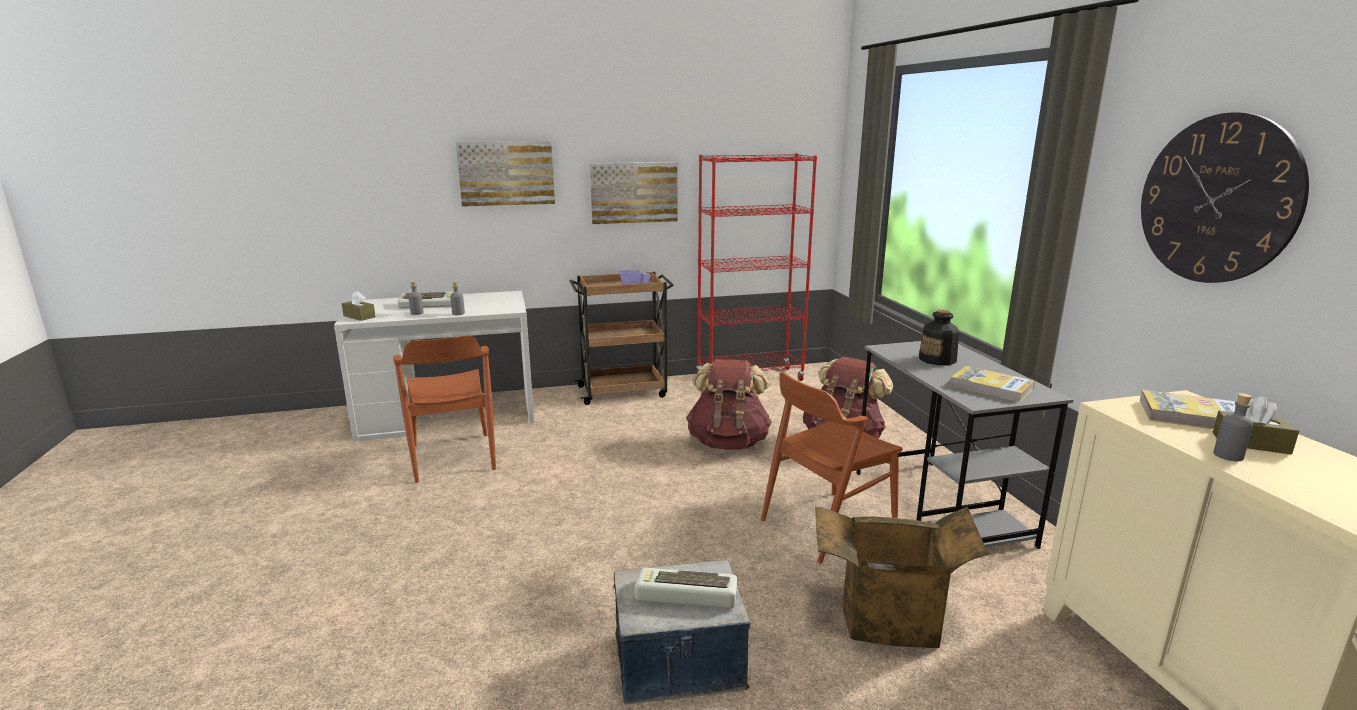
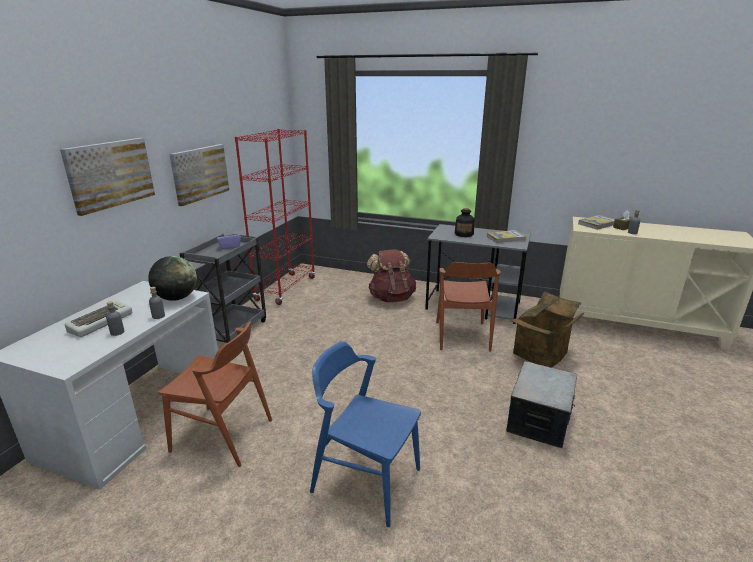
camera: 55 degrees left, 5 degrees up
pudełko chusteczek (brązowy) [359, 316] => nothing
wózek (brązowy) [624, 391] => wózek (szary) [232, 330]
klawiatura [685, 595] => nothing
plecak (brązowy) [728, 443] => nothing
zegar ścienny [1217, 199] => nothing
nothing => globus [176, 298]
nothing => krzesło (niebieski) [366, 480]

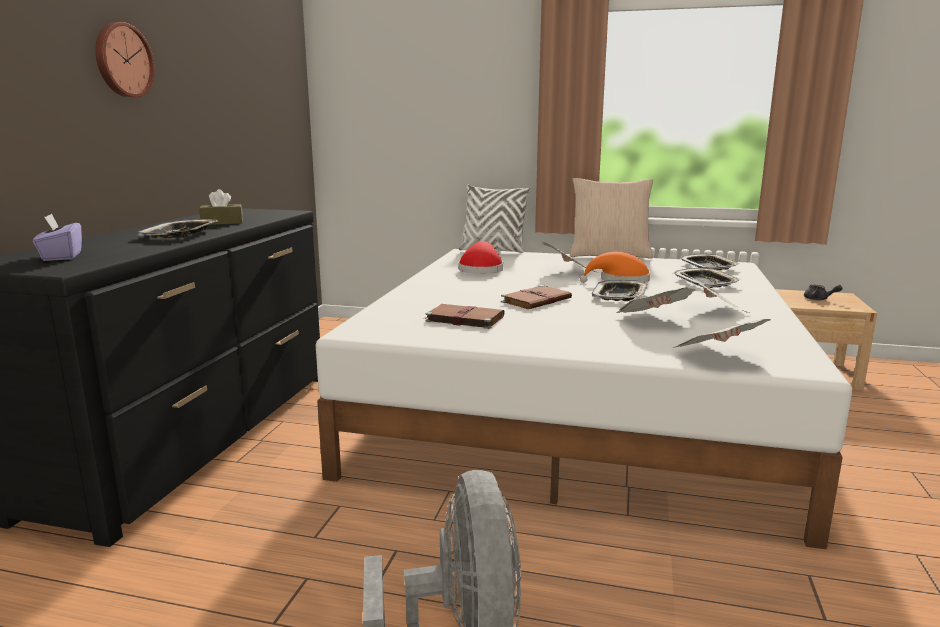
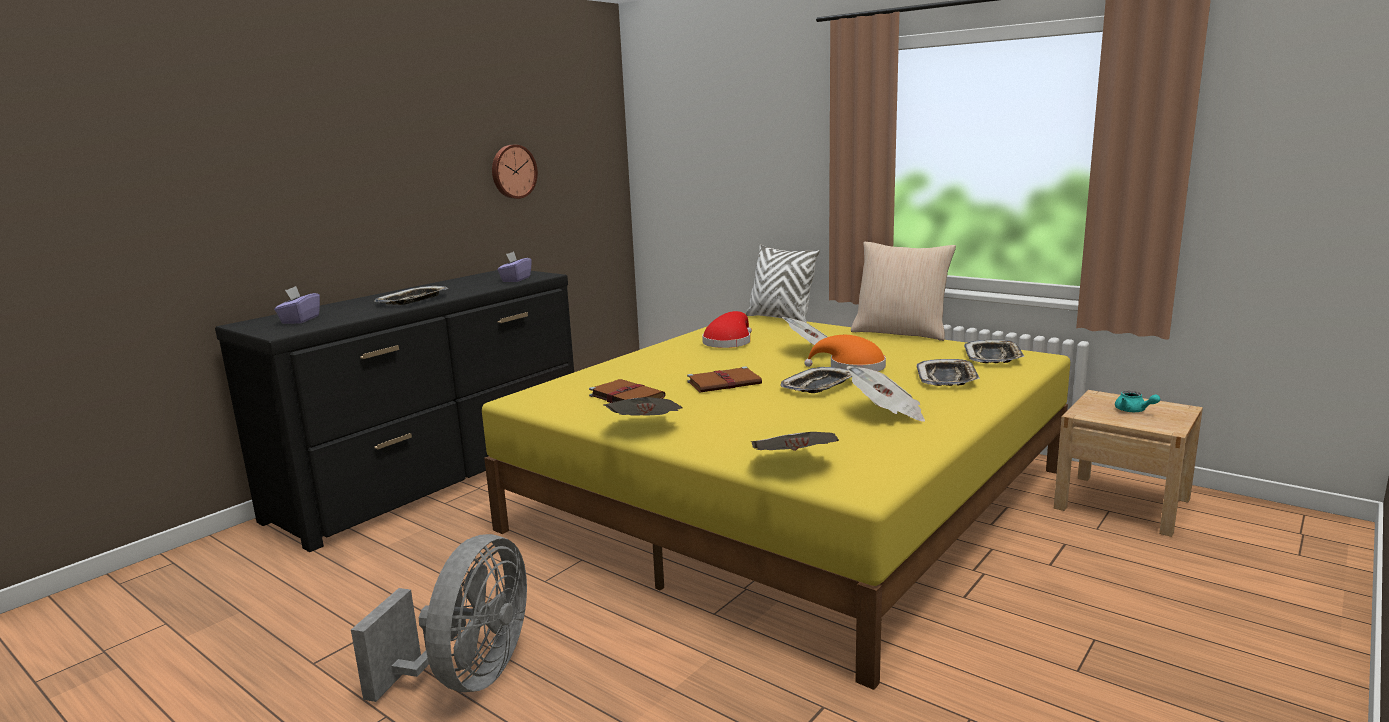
camera: 25 degrees right, 0 degrees up
zegar ścienny [122, 60] => zegar ścienny [513, 171], moved
pudełko chusteczek (brązowy) [222, 222] => nothing
łóżko (biały) [578, 405] => łóżko (żółty) [790, 500]
gazeta [653, 320] => gazeta [645, 428], moved
imbryk (szary) [819, 299] => imbryk (turkusowy) [1133, 411]
nothing => pudełko chusteczek (fioletowy) [515, 279]

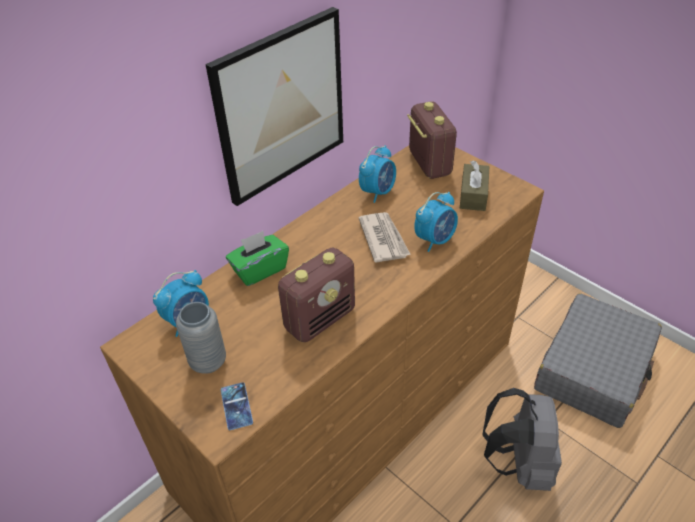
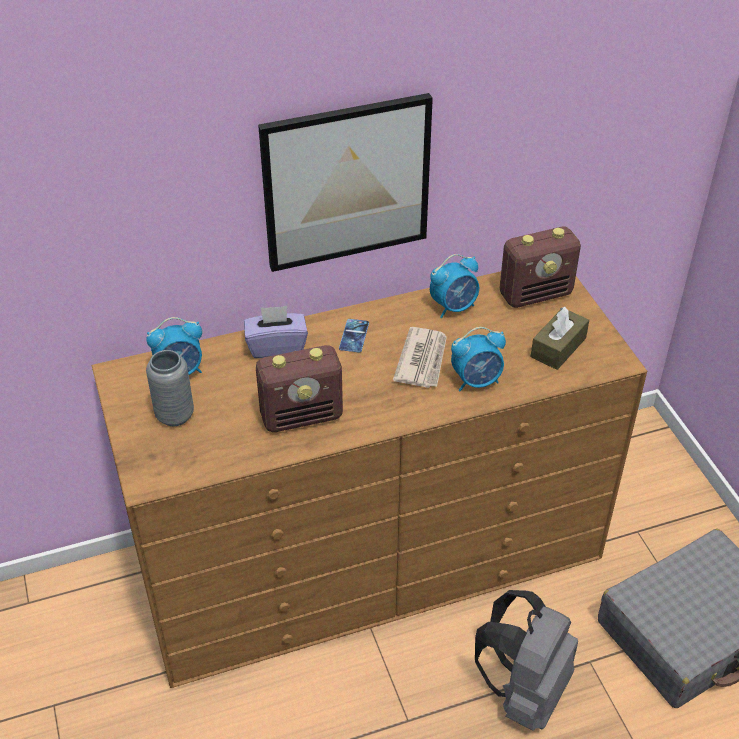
camera: 25 degrees right, 0 degrees up
telefon [236, 406] => telefon [354, 336], moved
pudełko chusteczek (zielony) [259, 270] => pudełko chusteczek (fioletowy) [276, 346]
radio [429, 163] => radio [536, 294], 60 degrees clockwise

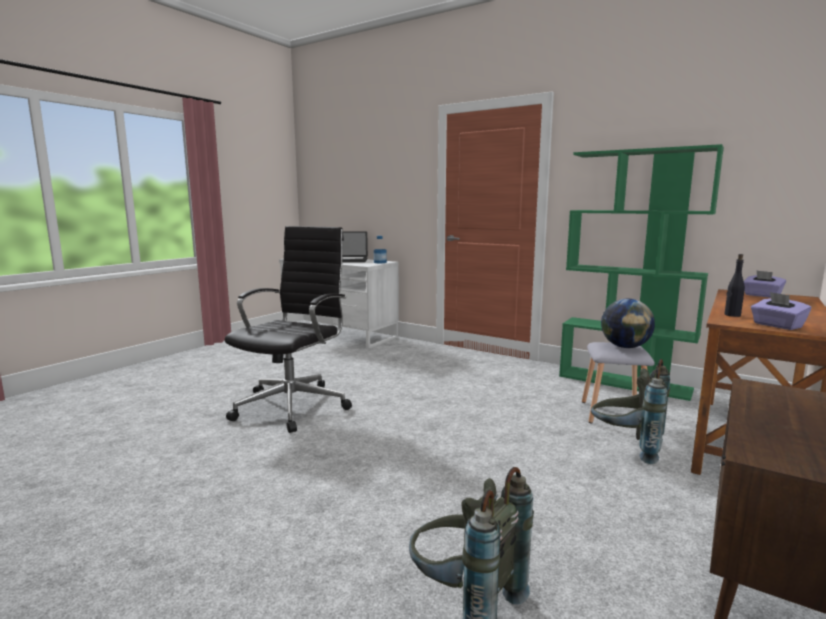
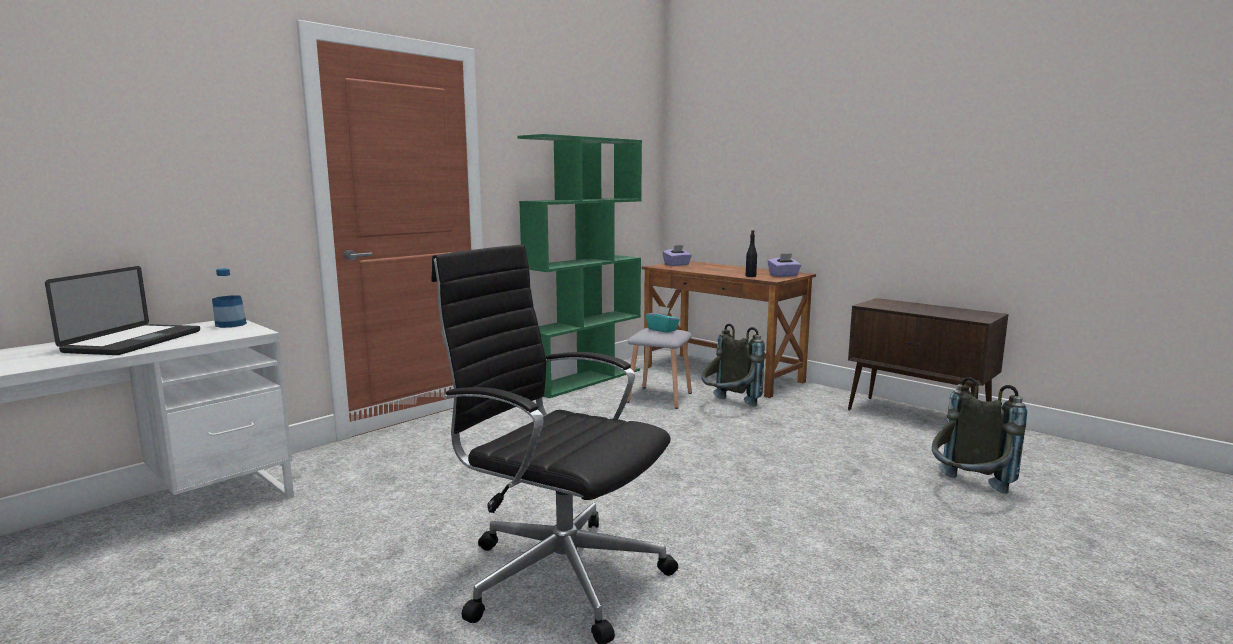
camera: 80 degrees left, 0 degrees up
globus [625, 347] => pudełko chusteczek (turkusowy) [662, 330]

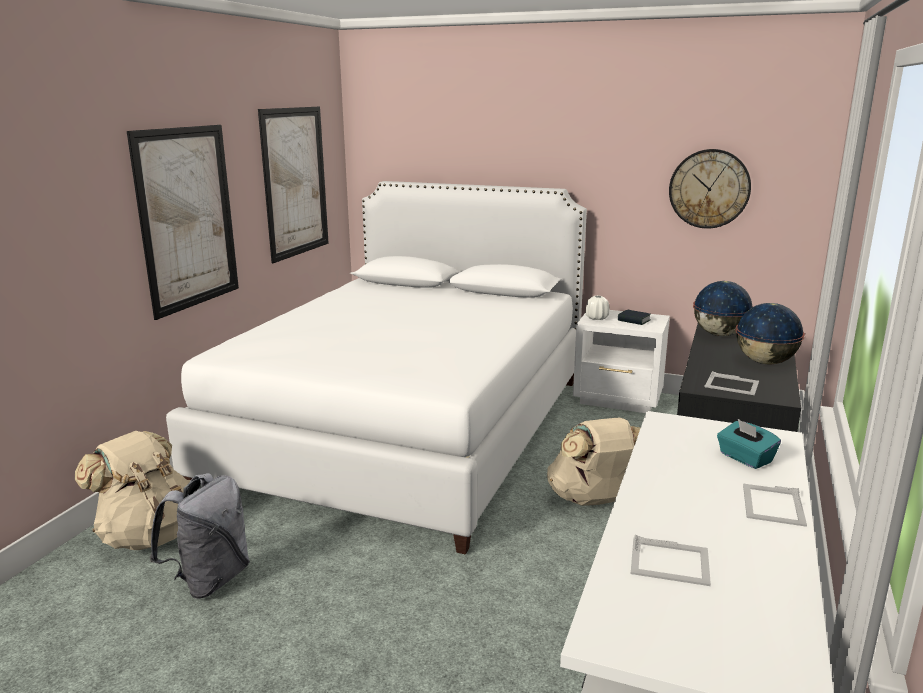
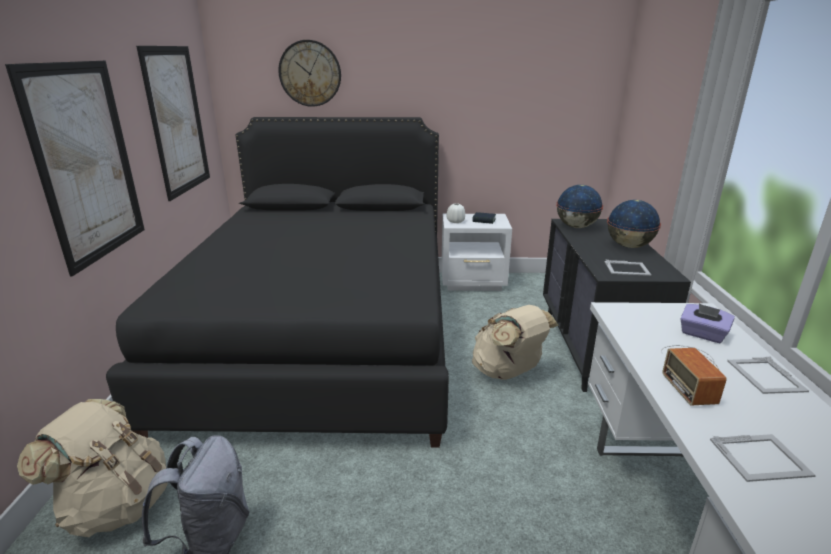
camera: 20 degrees left, 5 degrees up
łóżko (biały) [408, 429] => łóżko (czarny) [324, 335]
zegar ścienny [709, 189] => zegar ścienny [310, 73], moved
pudełko chusteczek (turkusowy) [745, 458] => pudełko chusteczek (fioletowy) [702, 334]
nothing => radio [691, 372]

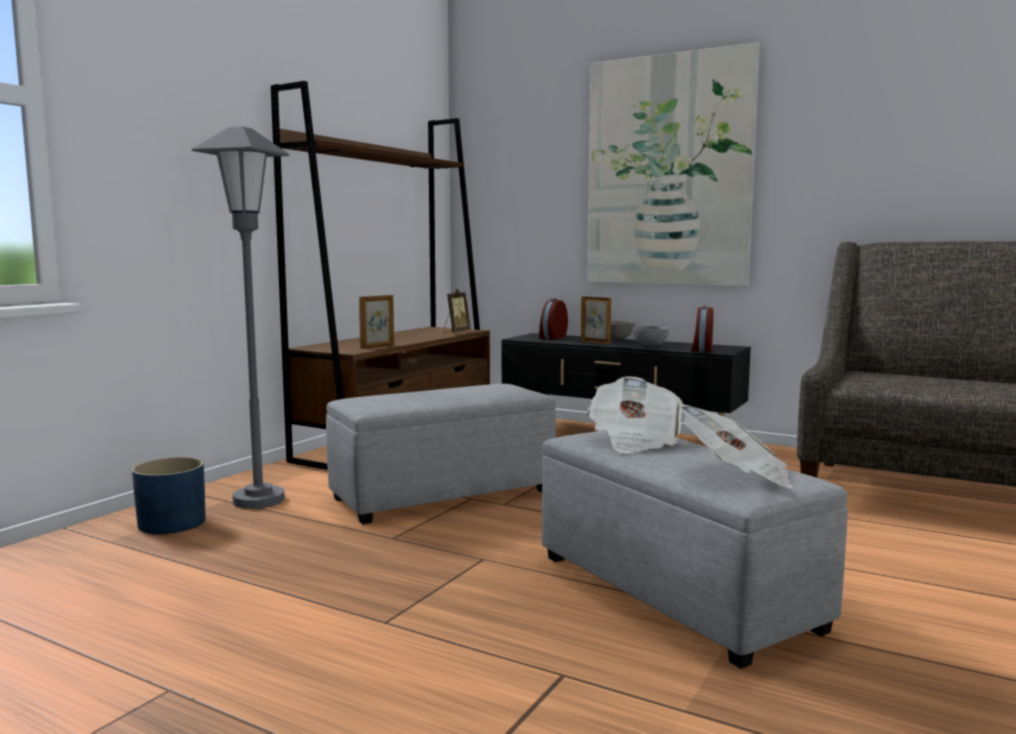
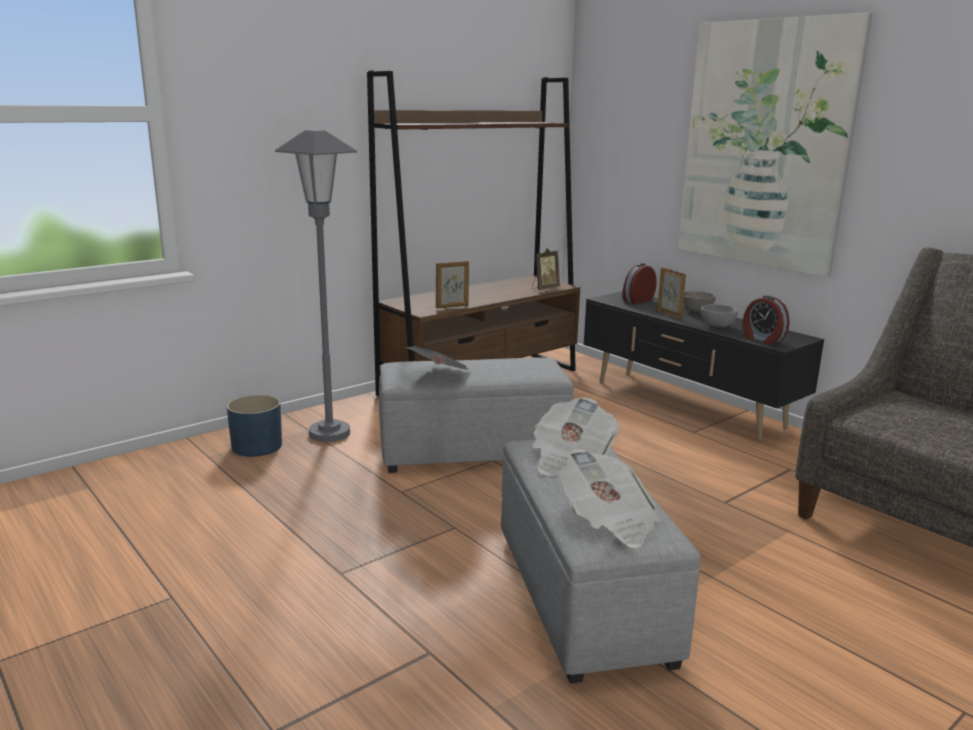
camera: 20 degrees right, 10 degrees up
budzik [701, 350] => budzik [762, 339], 75 degrees counterclockwise
nothing => gazeta [440, 376]

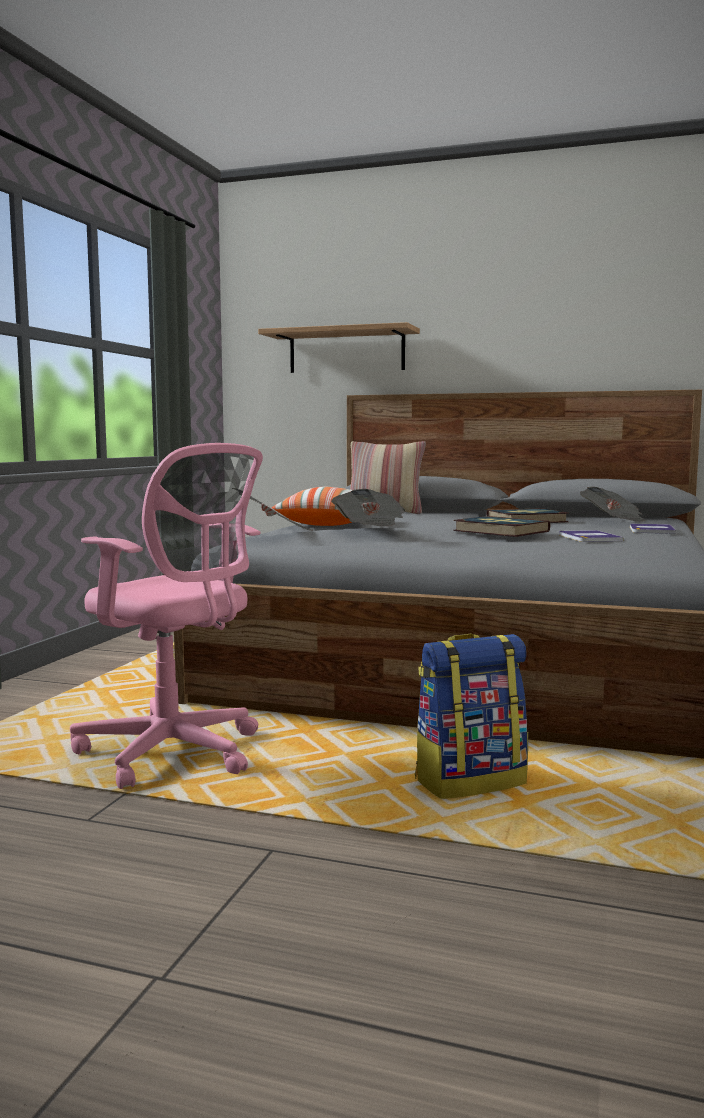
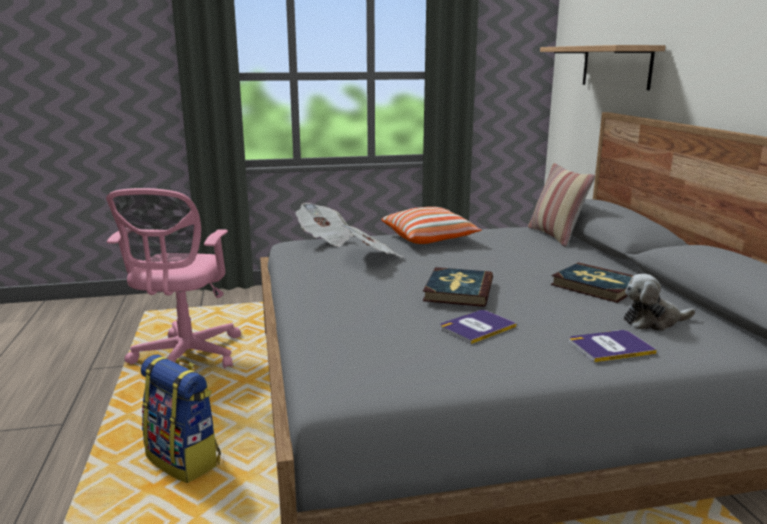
camera: 60 degrees right, 10 degrees up
gazeta [613, 522] => pluszak [653, 321]

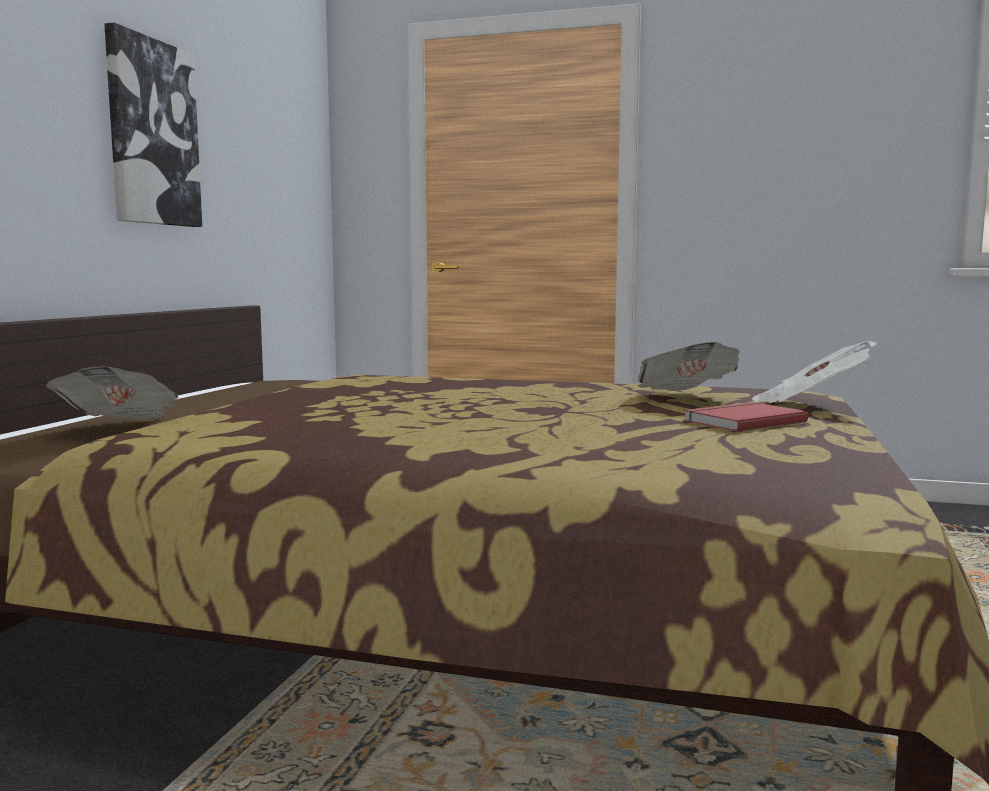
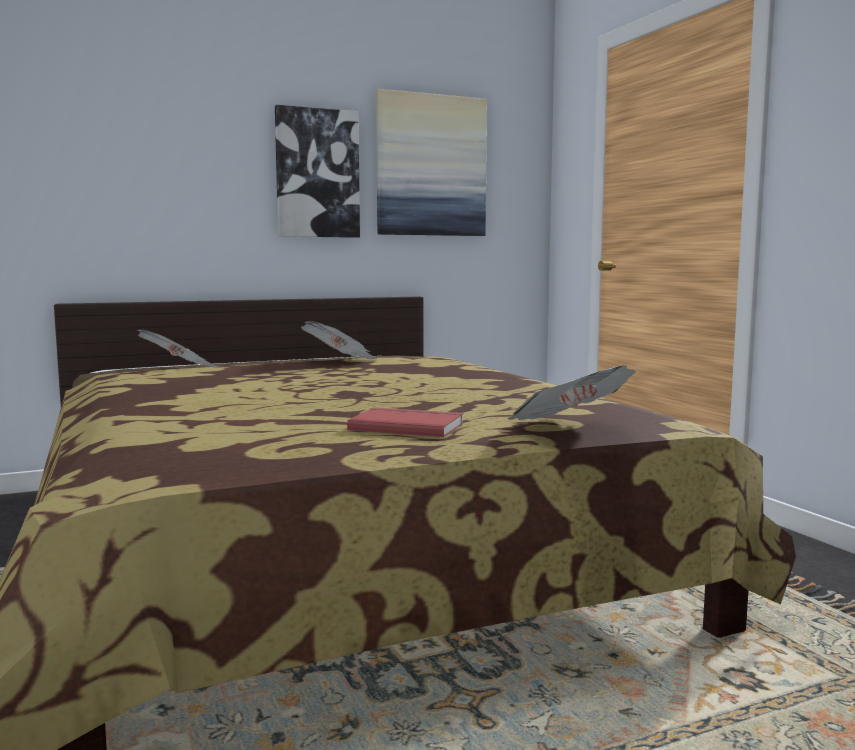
camera: 50 degrees right, 0 degrees up
gazeta [686, 397] => gazeta [340, 362], moved
nothing => obraz [431, 166]

